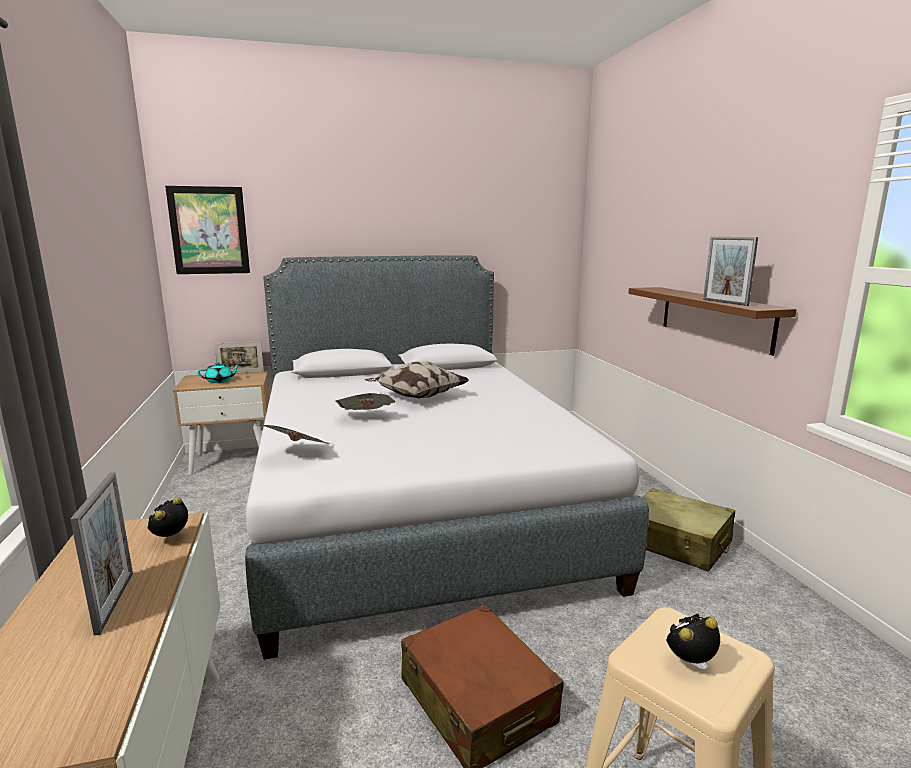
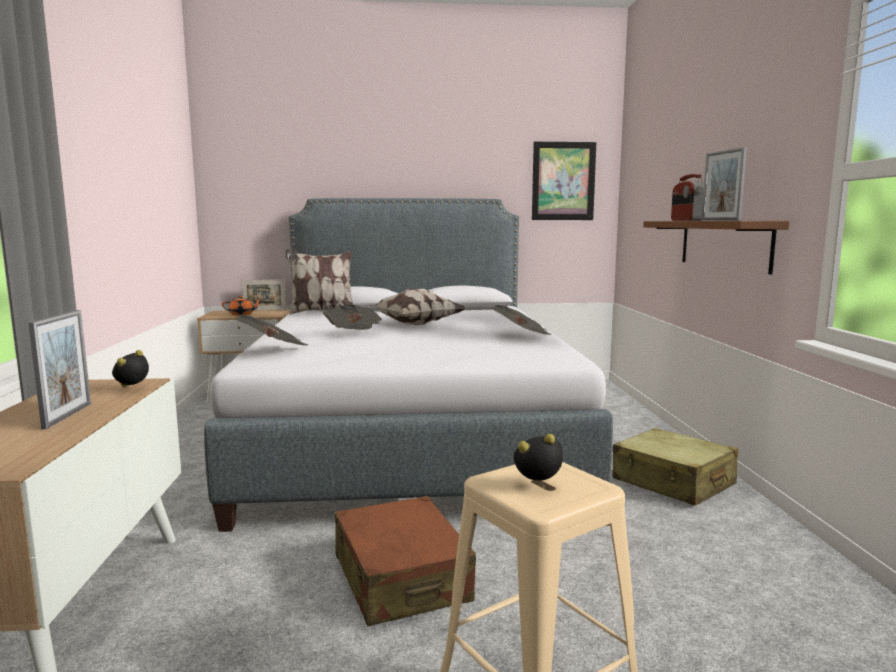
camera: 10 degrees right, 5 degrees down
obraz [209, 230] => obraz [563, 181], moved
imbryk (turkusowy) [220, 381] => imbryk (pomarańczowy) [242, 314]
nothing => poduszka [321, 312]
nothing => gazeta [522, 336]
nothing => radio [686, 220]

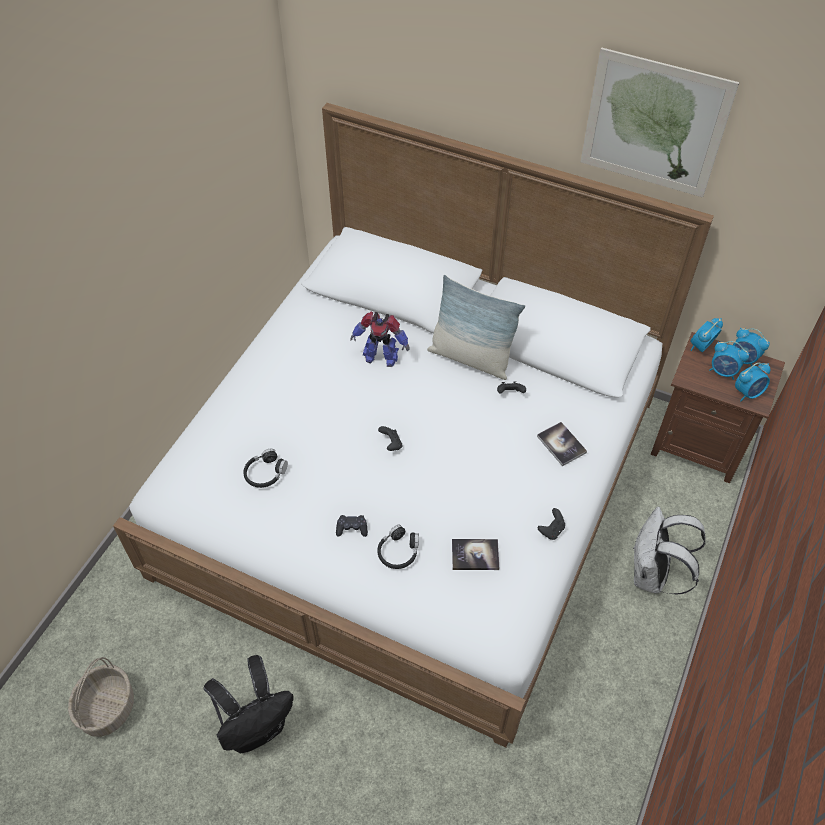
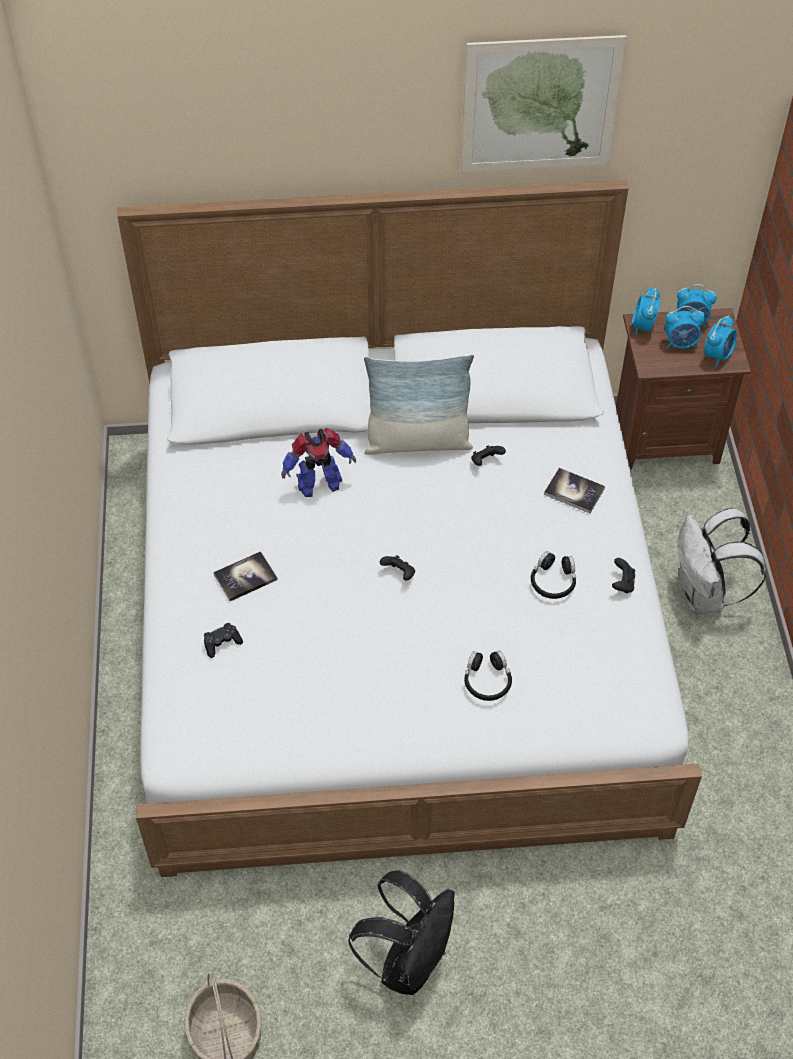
camera: 30 degrees left, 0 degrees up
słuchawki (czarny) [265, 473] => słuchawki (czarny) [553, 581], moved
pad do gier (czarny) [352, 528] => pad do gier (czarny) [222, 643], moved
książka [475, 555] => książka [245, 577], moved

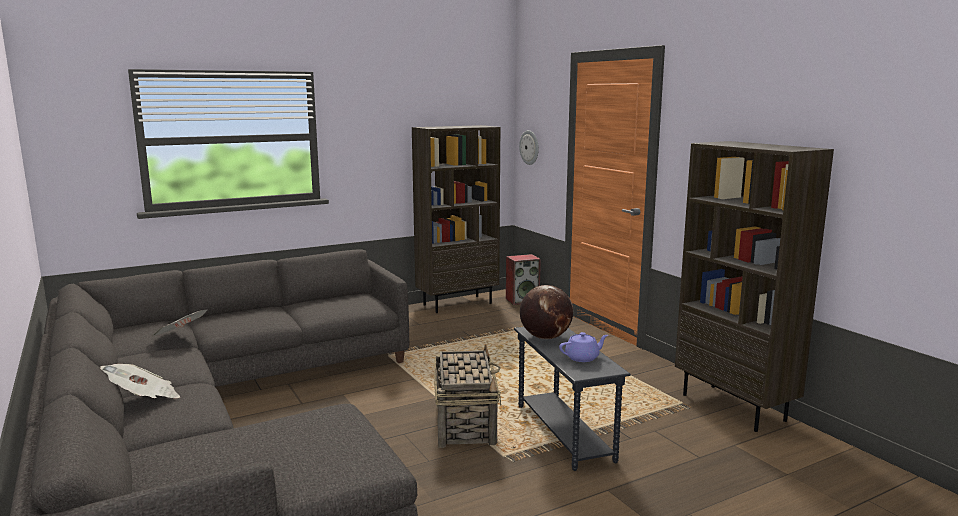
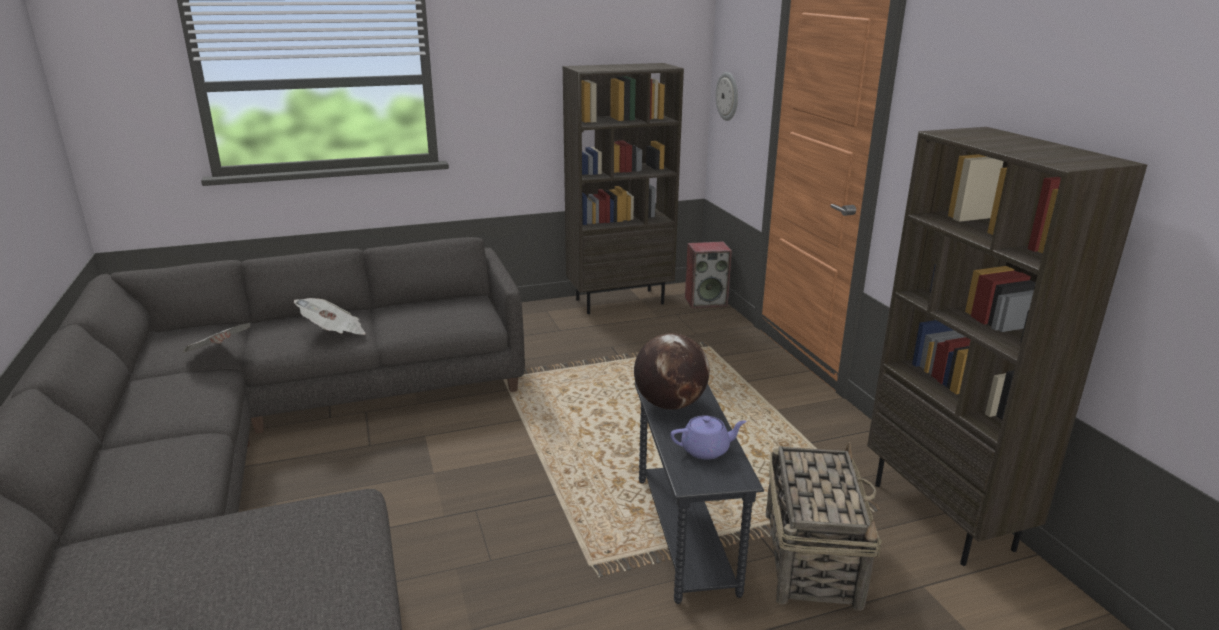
camera: 10 degrees right, 10 degrees up
gazeta [144, 398] => gazeta [334, 332], moved
koszyk [465, 423] => koszyk [811, 557], moved

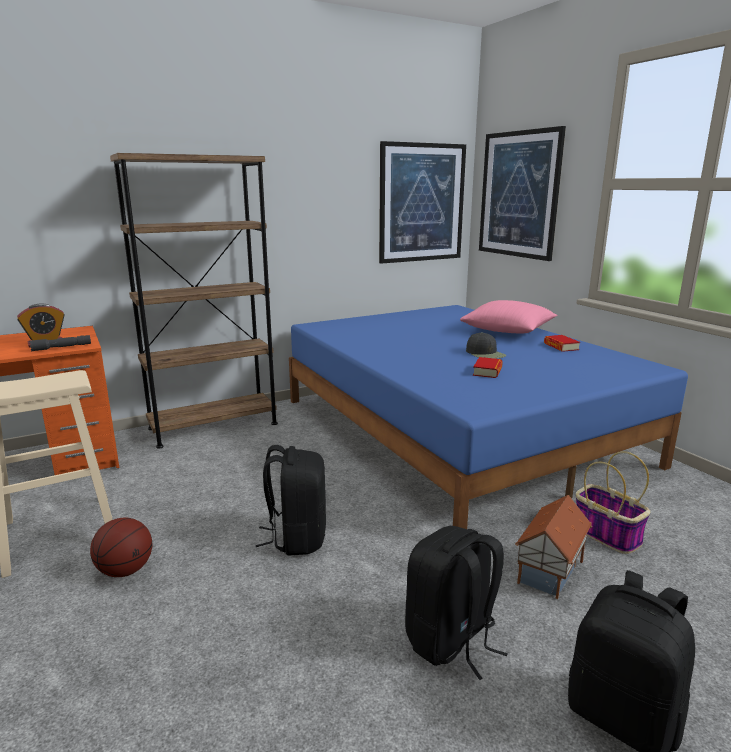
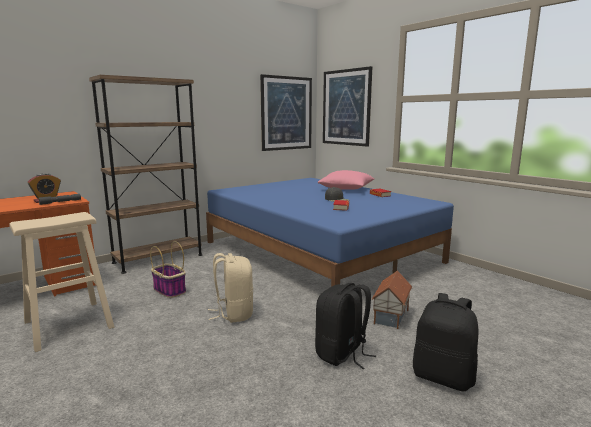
camera: 10 degrees left, 5 degrees down
piłka do koszykówki [125, 571] => nothing
plecak (czarny) [297, 537] => plecak (beżowy) [234, 313]
koszyk [605, 534] => koszyk [169, 290], moved

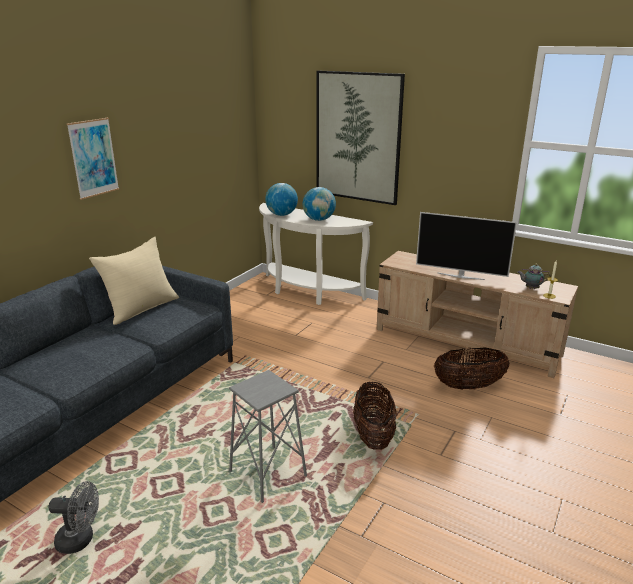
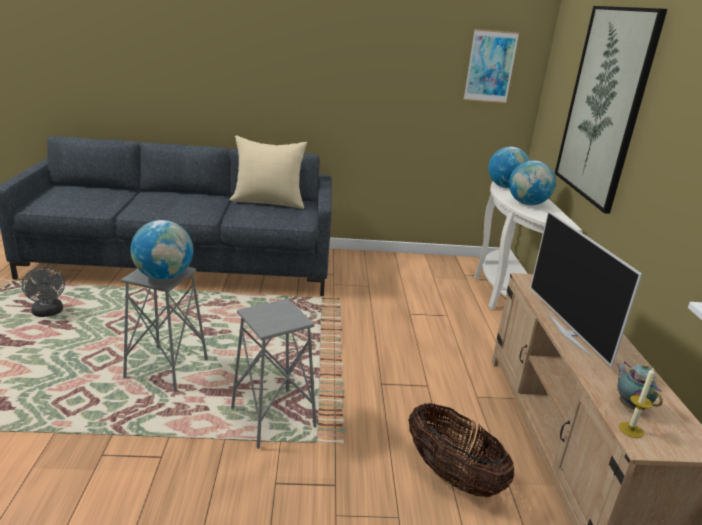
camera: 55 degrees right, 0 degrees up
obraz [93, 158] => obraz [490, 66], moved
koszyk [373, 435] => stołek (szary) [273, 417]
nothing => globus [164, 276]

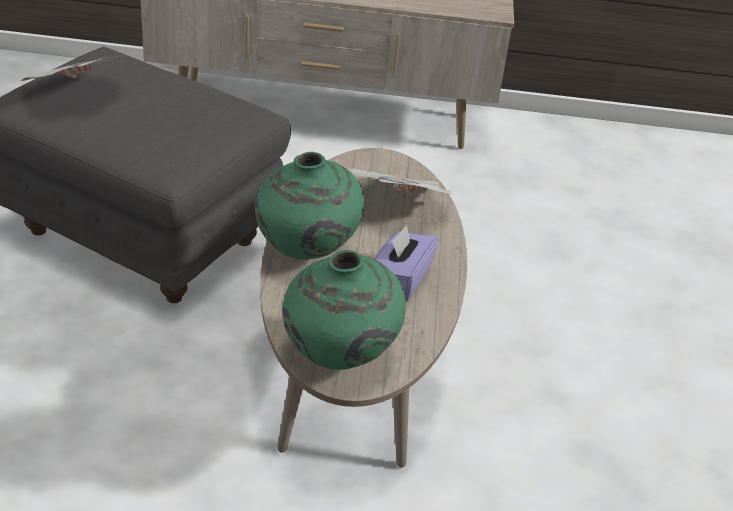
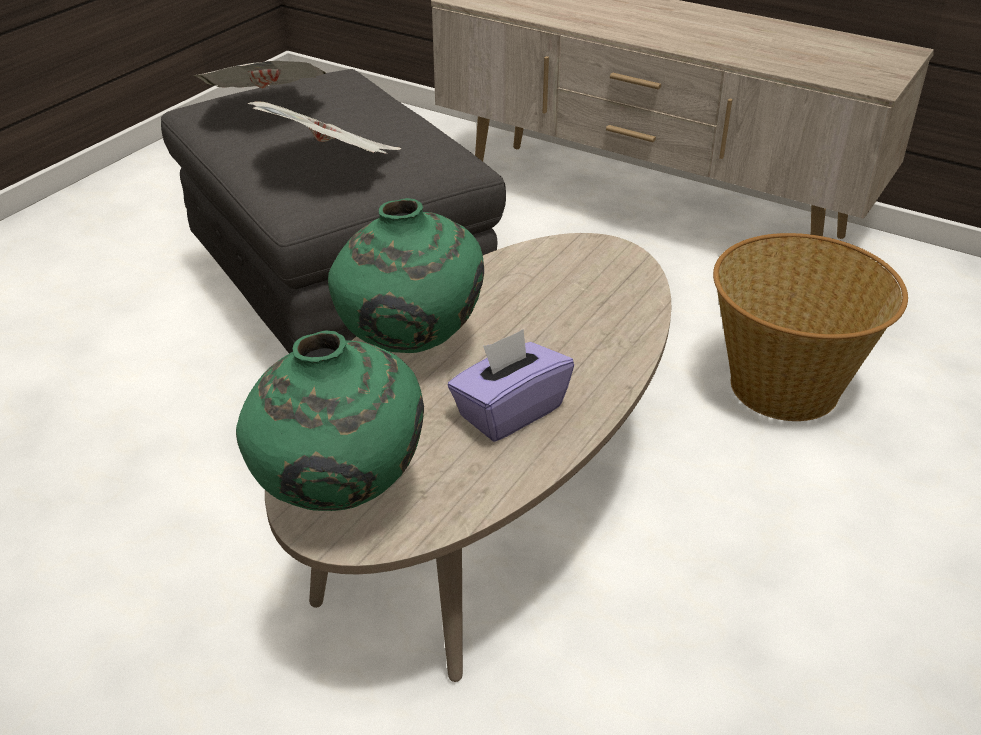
camera: 30 degrees right, 0 degrees up
gazeta [401, 205] => gazeta [332, 164], moved
nothing => koszyk [786, 386]

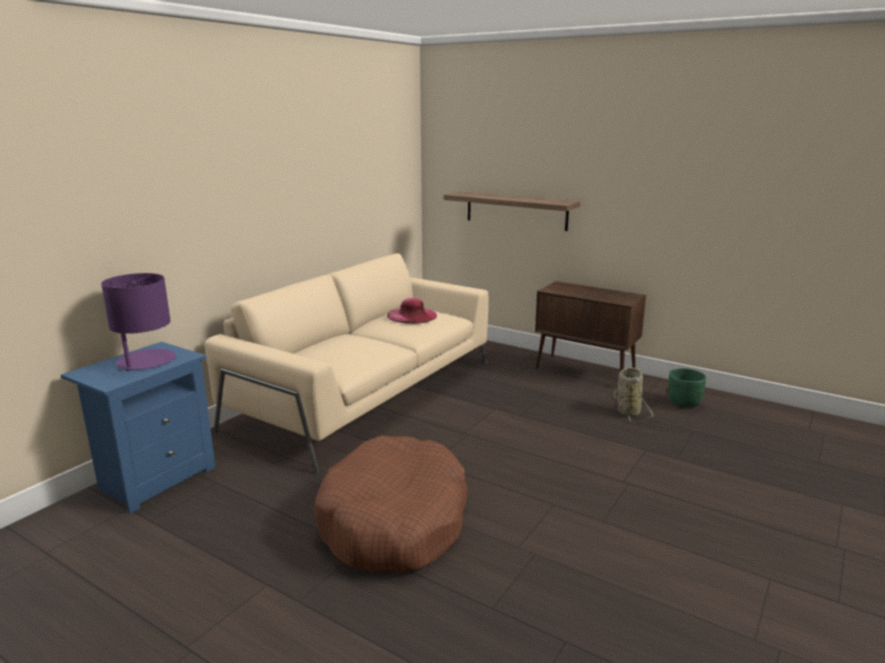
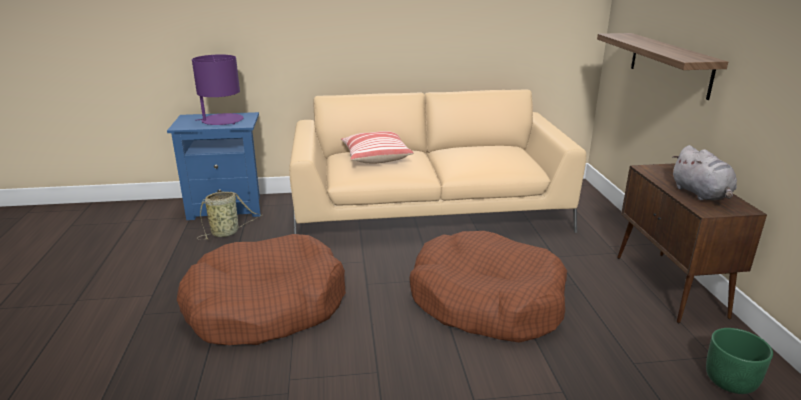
camera: 50 degrees right, 5 degrees up
kapelusz (różowy) [412, 315] => nothing
koszyk [627, 411] => koszyk [227, 232], moved
nothing => poduszka [375, 157]
nothing => legowisko (brązowy) [486, 301]
nothing => pluszak (szary) [701, 194]

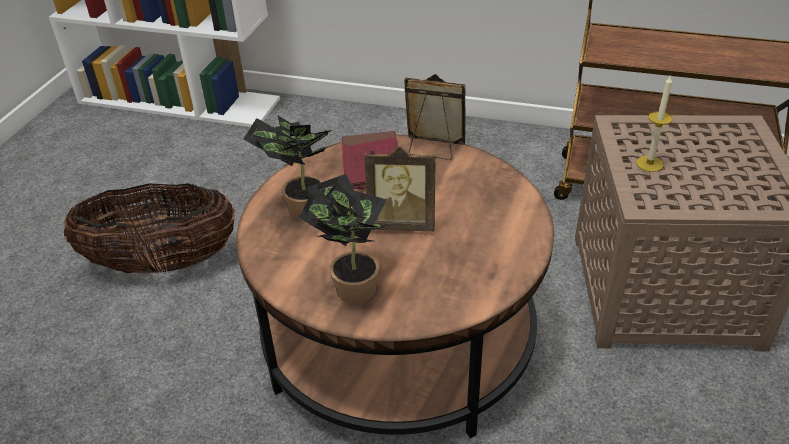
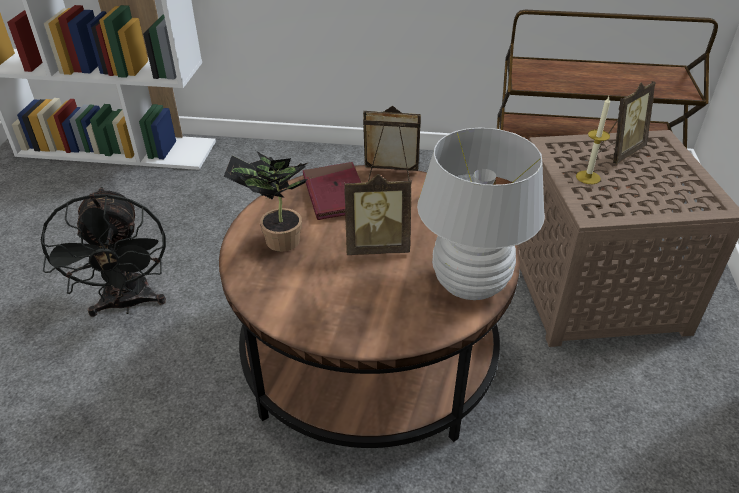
camera: 10 degrees left, 0 degrees up
koszyk [163, 263] => wentylator (czarny) [128, 304]
roślina doniczkowa [351, 286] => nothing
nothing => lampa stołowa (biały) [470, 284]
nothing => ramka na zdjęcie [619, 152]

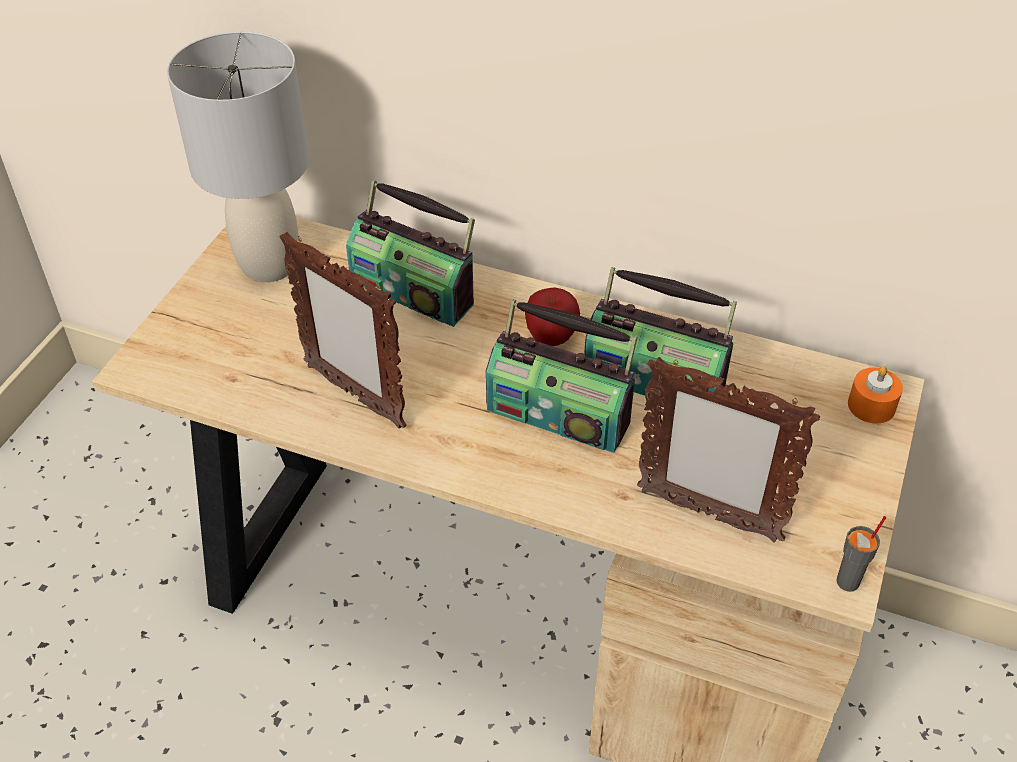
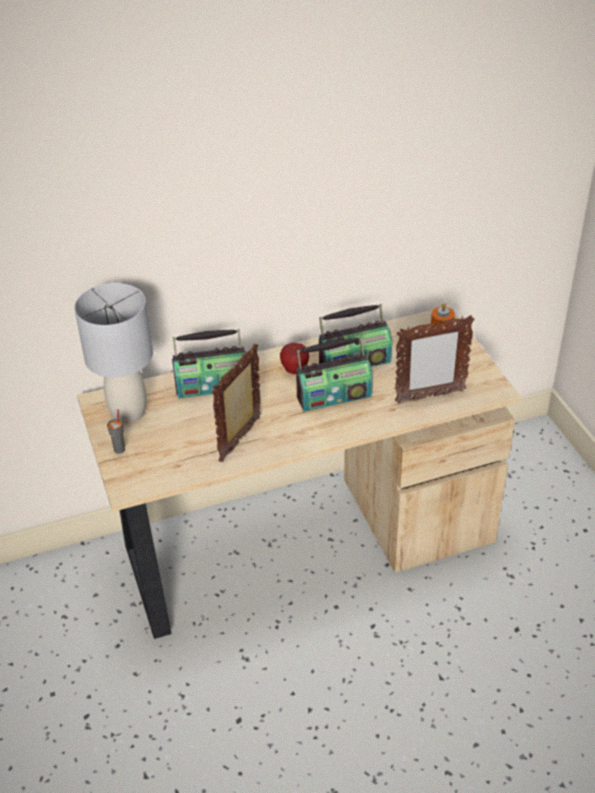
camera: 40 degrees left, 5 degrees down
ramka na zdjęcie [354, 395] => ramka na zdjęcie [241, 439], 120 degrees clockwise
filiżanka (szary) [848, 582] => filiżanka (szary) [120, 449], moved

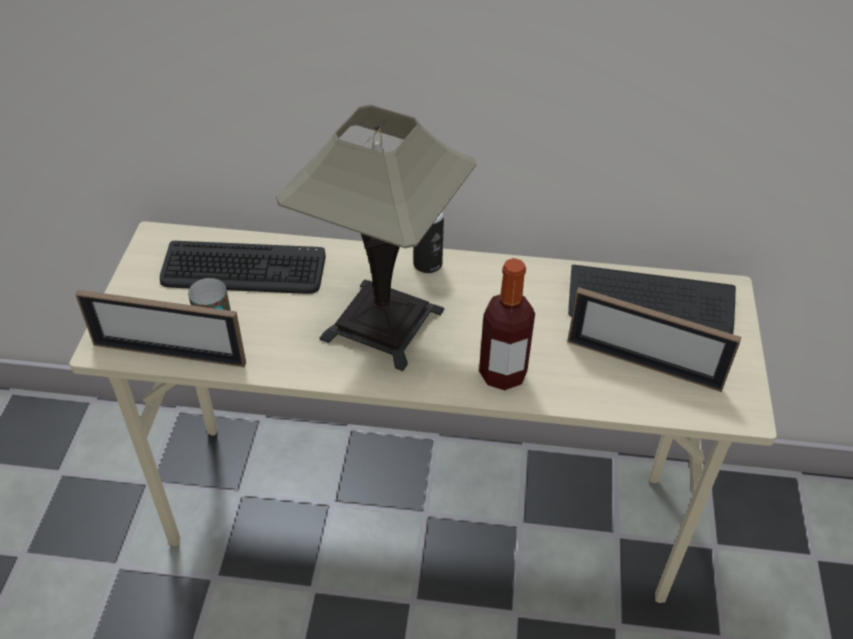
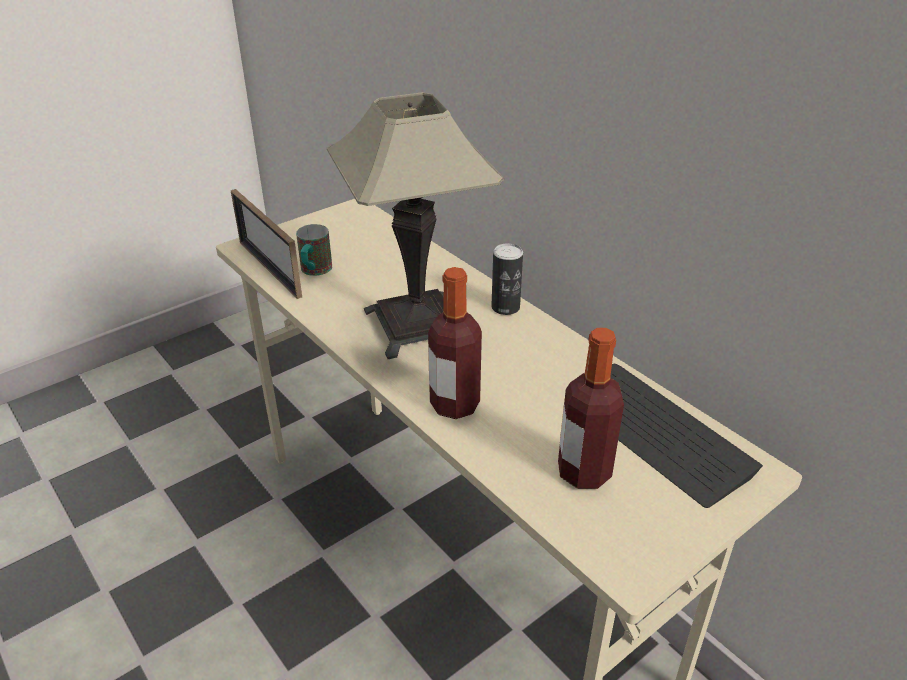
camera: 45 degrees right, 10 degrees down
klawiatura [243, 270] => nothing
ramka na zdjęcie [643, 364] => butelka [584, 472]

